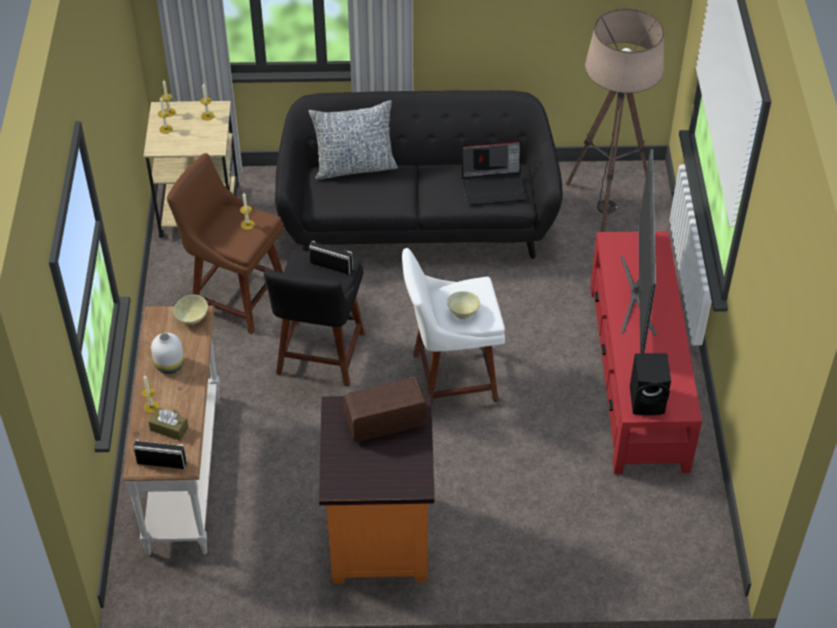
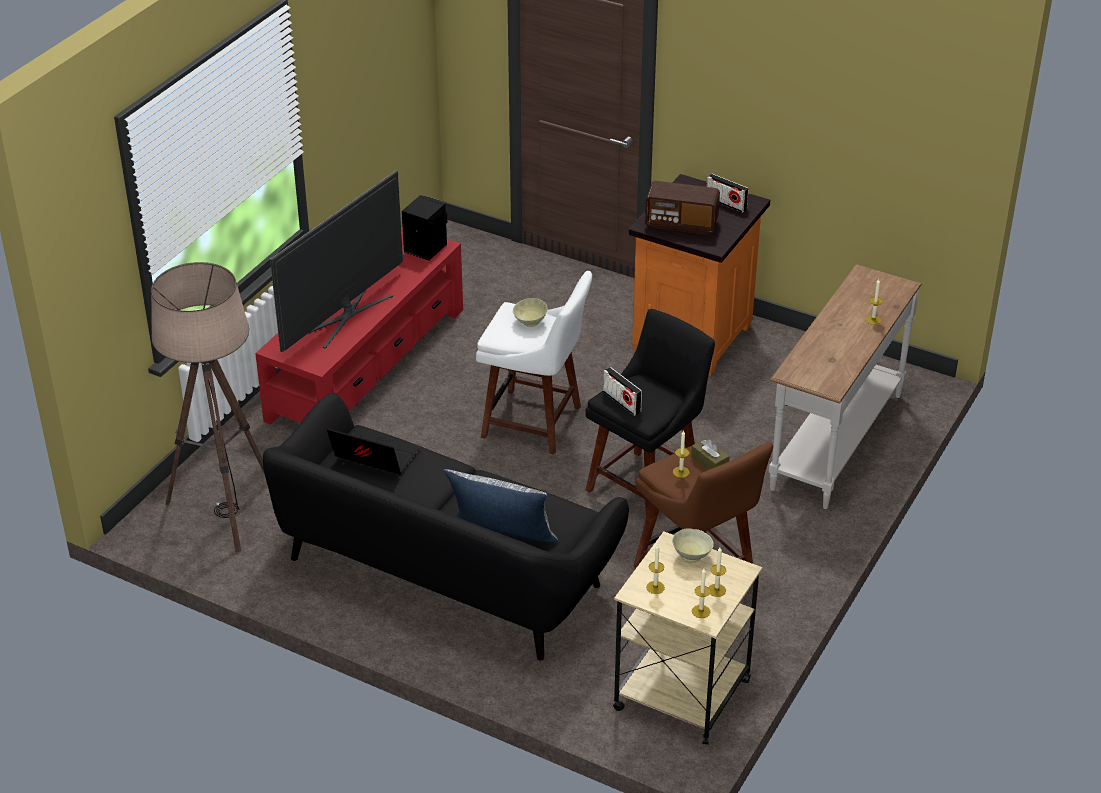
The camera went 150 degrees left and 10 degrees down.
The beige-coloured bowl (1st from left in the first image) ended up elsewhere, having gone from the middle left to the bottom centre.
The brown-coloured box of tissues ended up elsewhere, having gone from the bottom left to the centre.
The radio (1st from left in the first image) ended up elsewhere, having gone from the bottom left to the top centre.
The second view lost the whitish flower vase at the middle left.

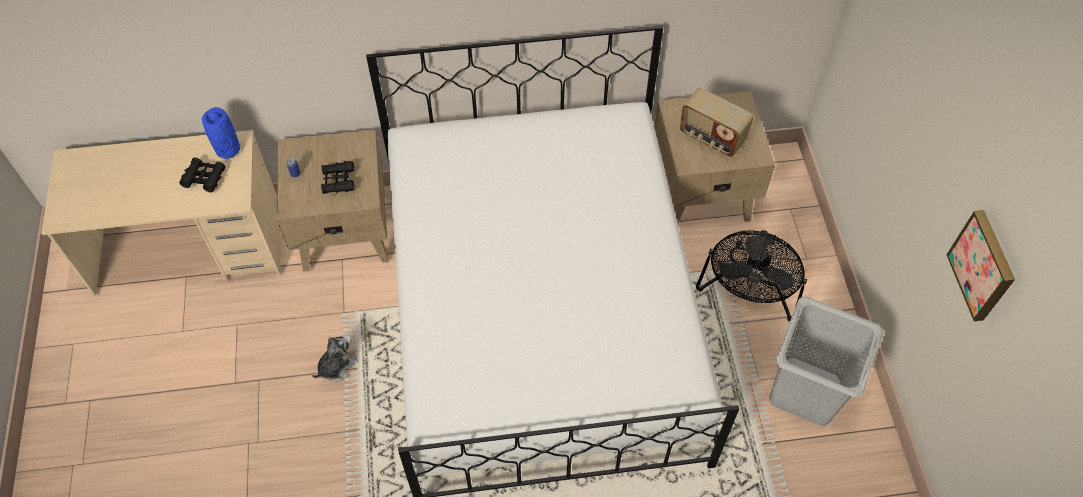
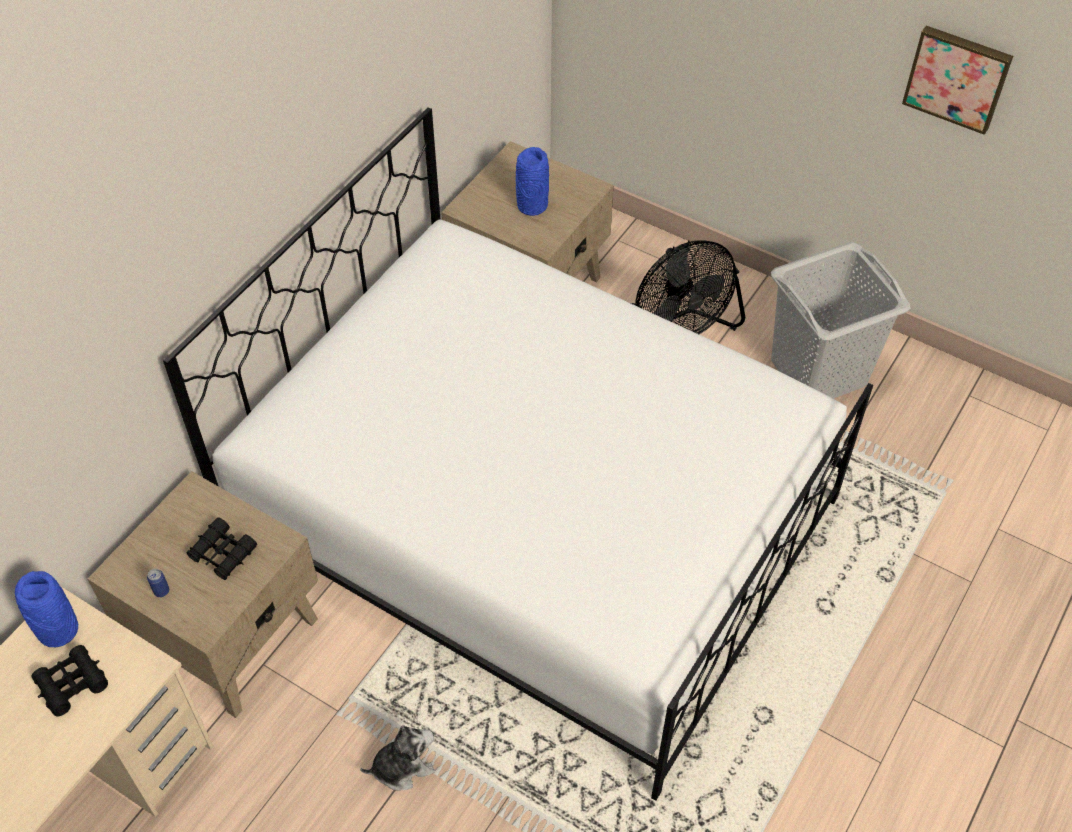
The camera went 50 degrees left and 5 degrees down.
The plush toy at the bottom left ended up facing another way, 75 degrees clockwise from before.
Where the radio stood at the top centre, the blue flower vase (2nd from left) came to stand at the top centre.

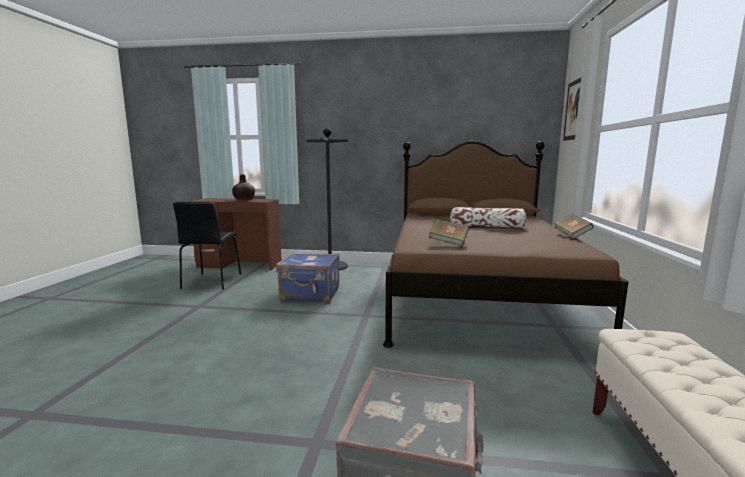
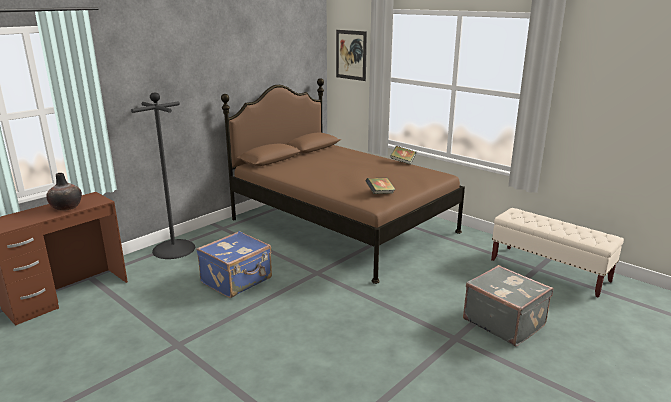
The camera went 55 degrees left and 10 degrees up.
The second view lost the black plain chair at the middle left.
The second view lost the pillow at the centre.

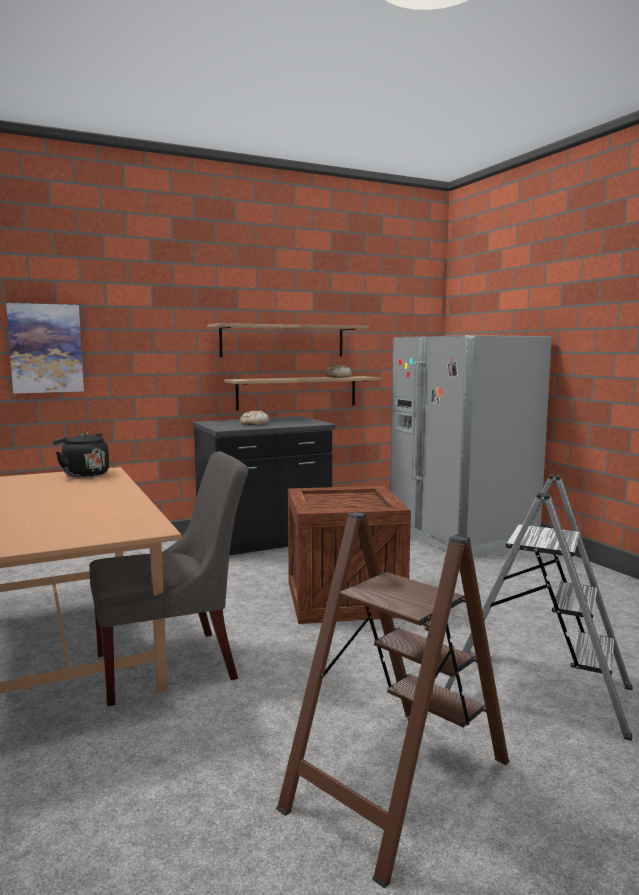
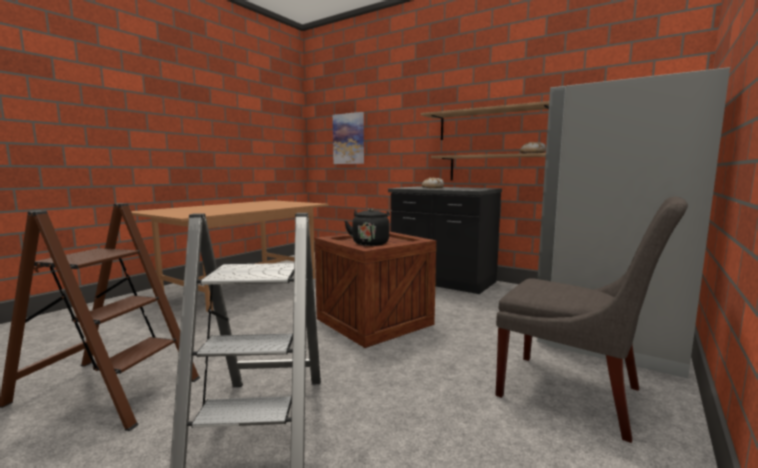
The camera went 60 degrees right and 0 degrees up.
The black tea kettle ended up elsewhere, having gone from the middle left to the centre.
The grey plain chair ended up elsewhere, having gone from the middle left to the bottom right.

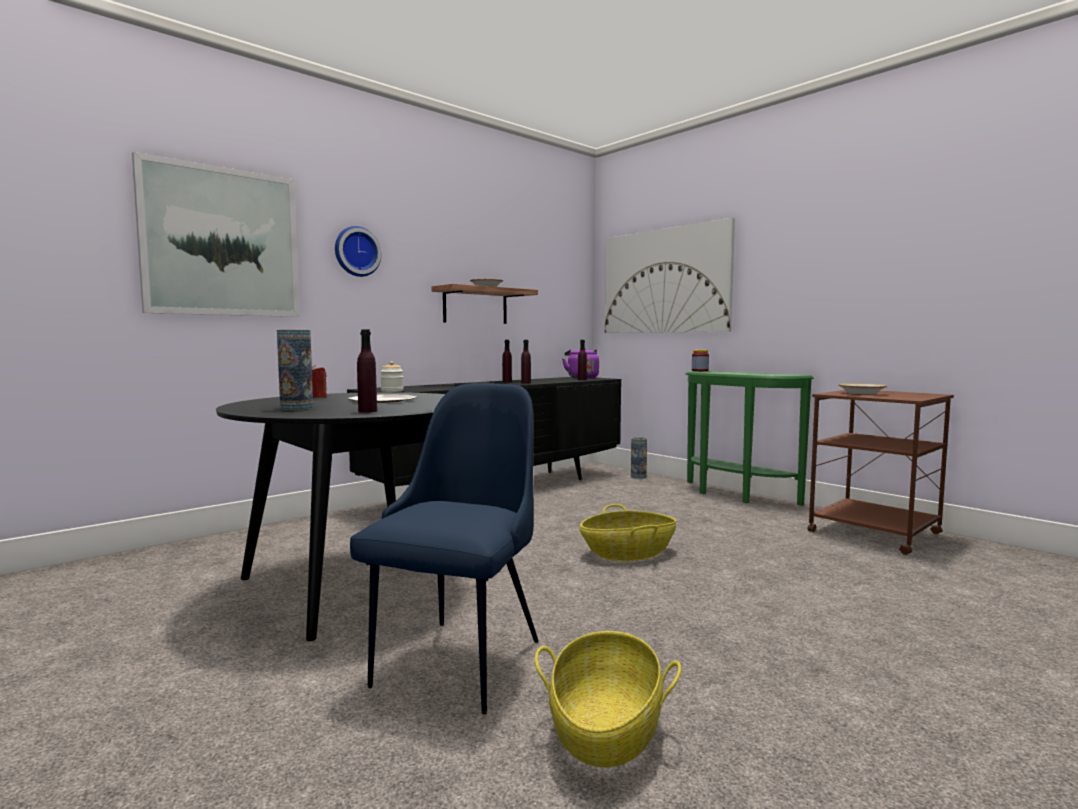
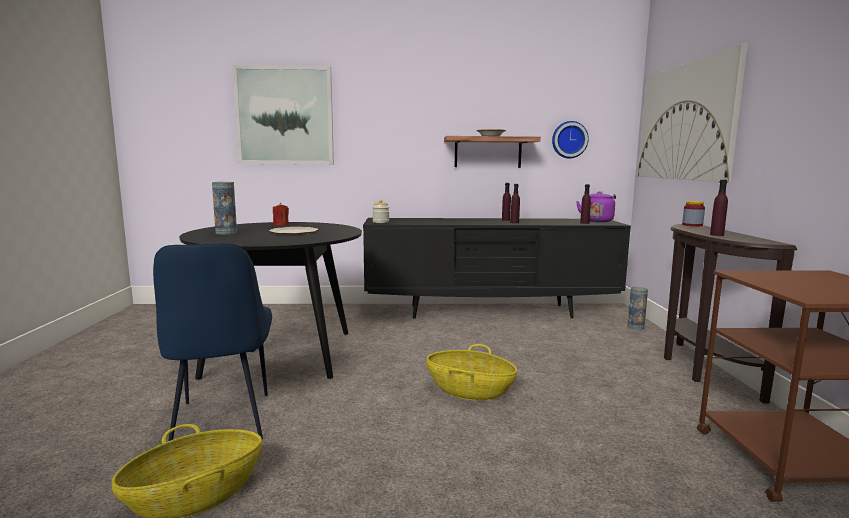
The camera went 40 degrees right and 5 degrees up.
The blue plain chair at the bottom centre ended up facing another way, 105 degrees clockwise from before.
The wall clock ended up elsewhere, having gone from the top left to the top right.
What was the green-coloured console table at the middle right turned into the brown-coloured console table at the middle right.
The purple-coloured drink bottle (1st from left in the first image) ended up elsewhere, having gone from the centre to the middle right.
The second view lost the bowl (2nd from left) at the middle right.

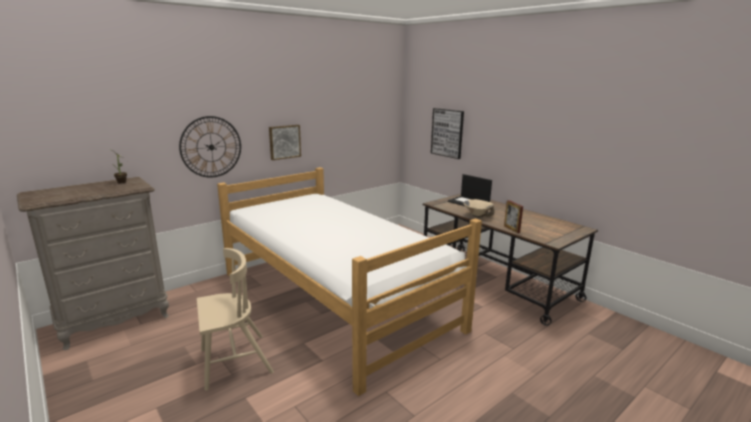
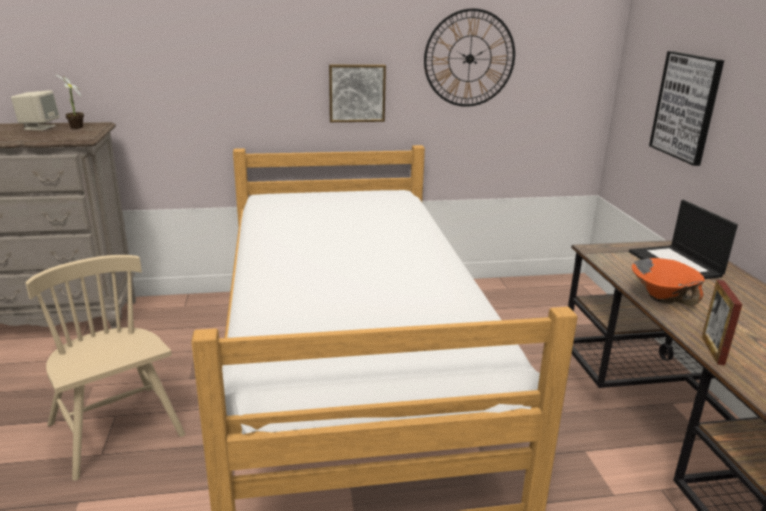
The camera went 30 degrees right and 5 degrees up.
The second view gained the beige-coloured speaker at the top left.
The beige-coloured plain chair at the bottom left ended up facing another way, 135 degrees counterclockwise from before.
The wall clock ended up elsewhere, having gone from the middle left to the top centre.
What was the beige-coloured bowl at the centre turned into the orange-coloured bowl at the middle right.

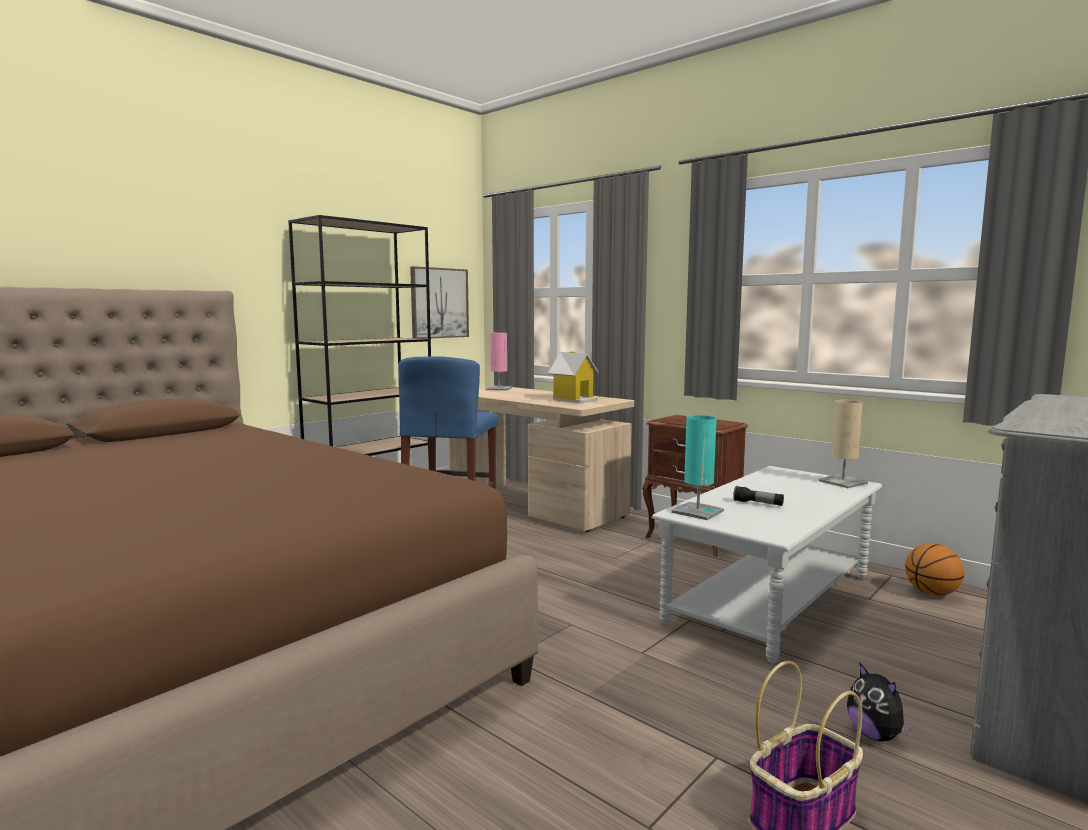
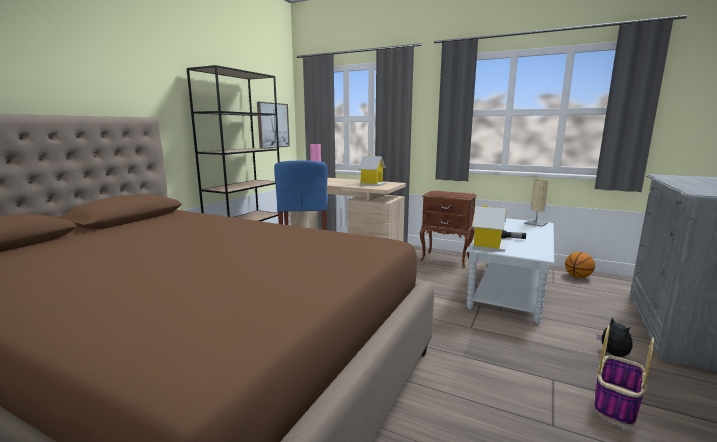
The camera went 15 degrees left and 5 degrees up.
Where the blue-green table lamp stood at the centre, the miniature house (2nd from left) came to stand at the middle right.
The plush toy at the bottom right ended up facing another way, 150 degrees counterclockwise from before.

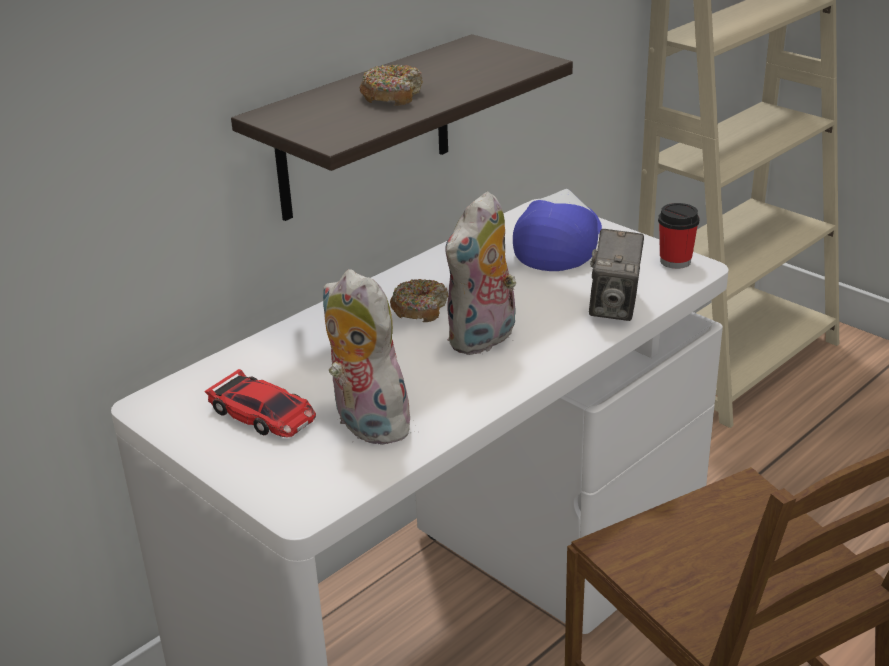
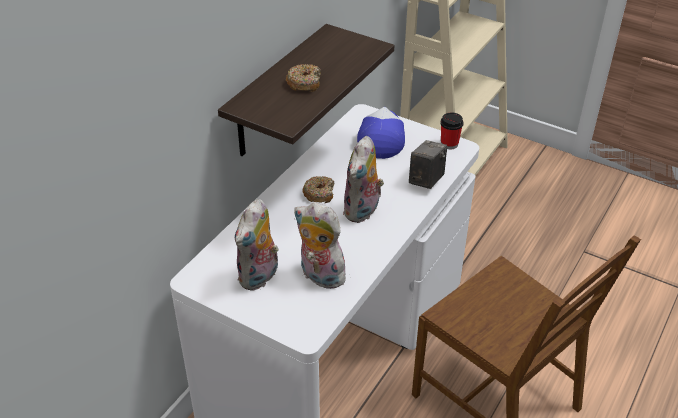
The camera went 15 degrees left and 10 degrees up.
Where the toy car stood at the middle left, the plush toy (1st from left) came to stand at the centre.
The photo camera at the middle right ended up facing another way, 150 degrees counterclockwise from before.

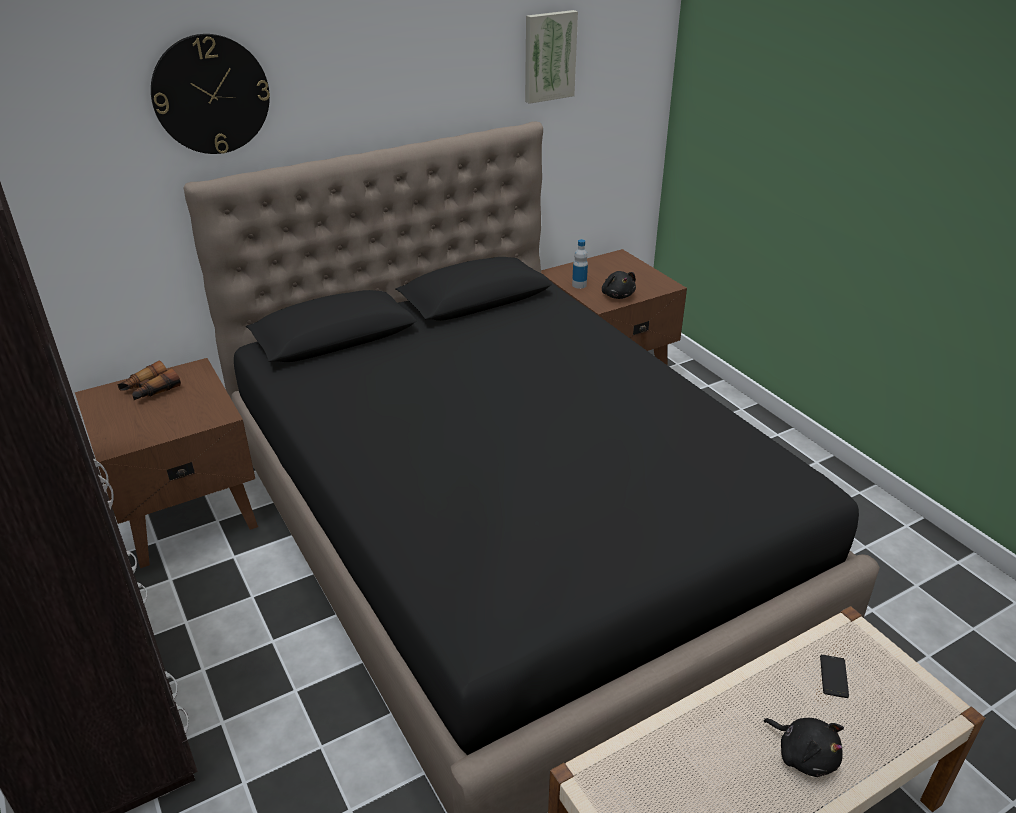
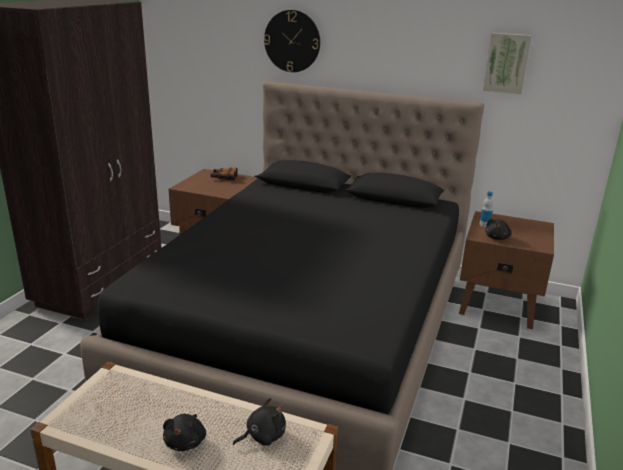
The camera went 50 degrees right and 10 degrees down.
Where the phone stood at the bottom right, the black plush toy (2nd from left) came to stand at the bottom centre.

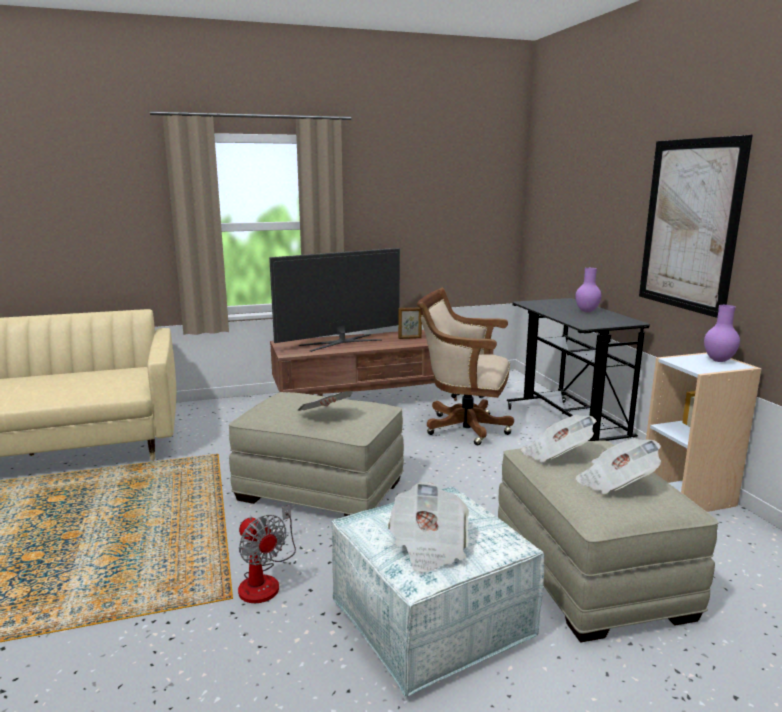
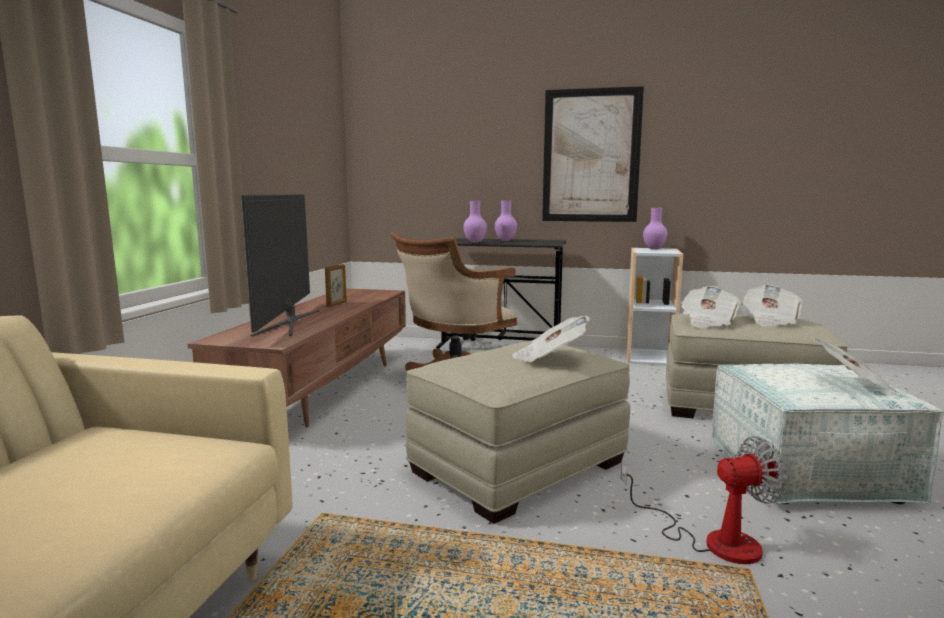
The camera went 60 degrees left and 5 degrees down.
The second view gained the purple-coloured flower vase (1st from left) at the centre.

